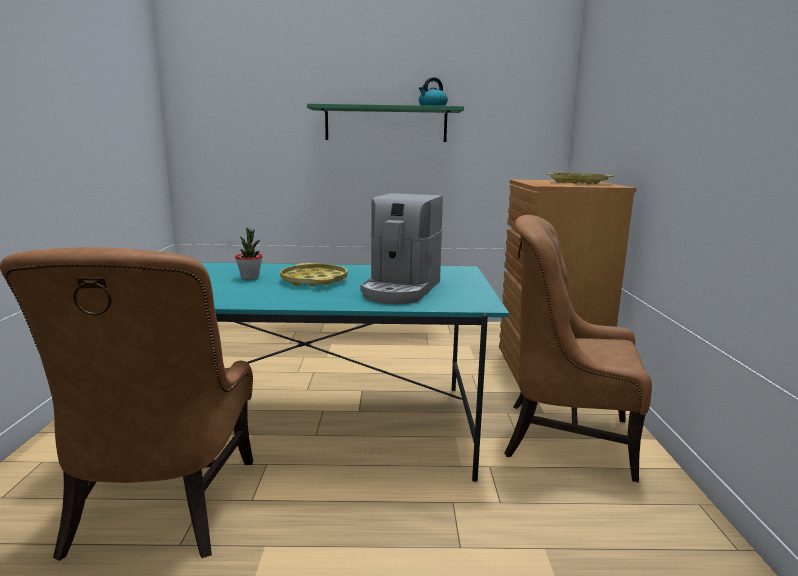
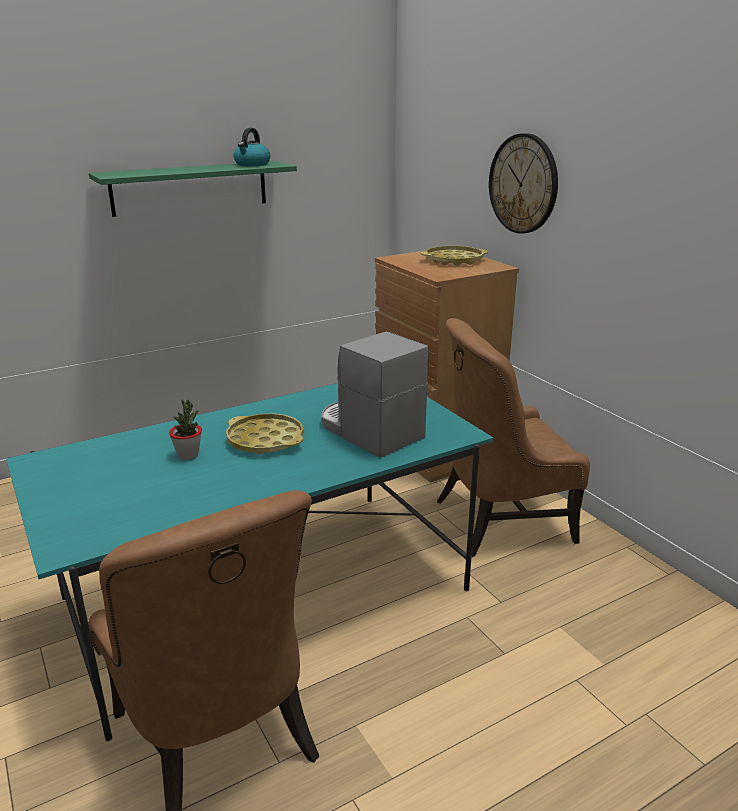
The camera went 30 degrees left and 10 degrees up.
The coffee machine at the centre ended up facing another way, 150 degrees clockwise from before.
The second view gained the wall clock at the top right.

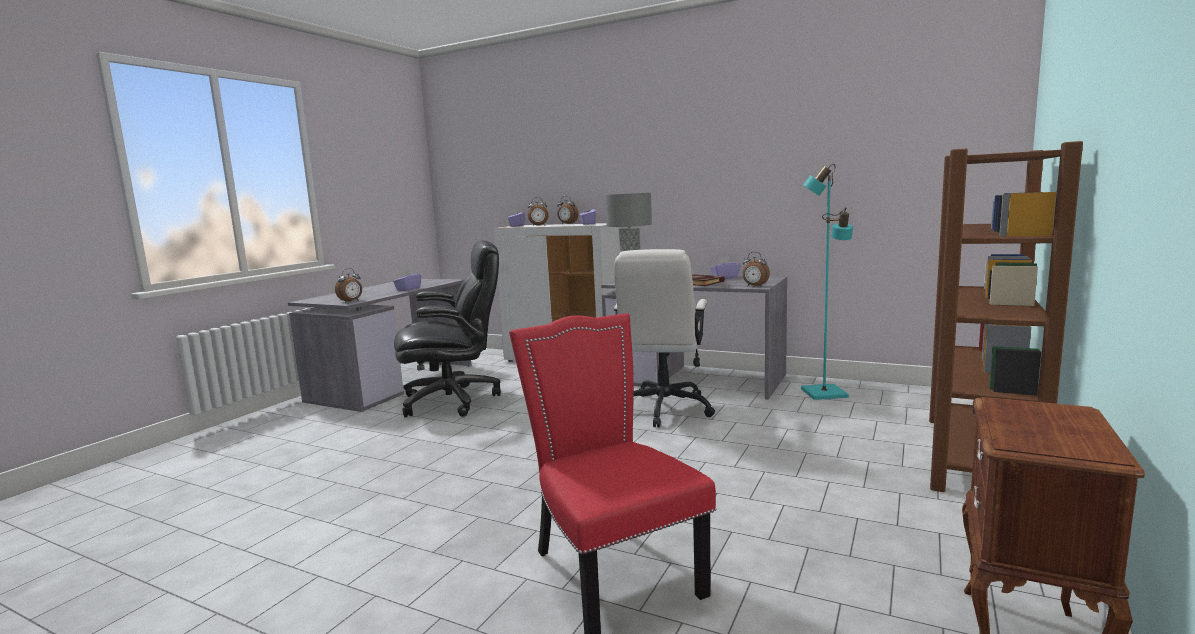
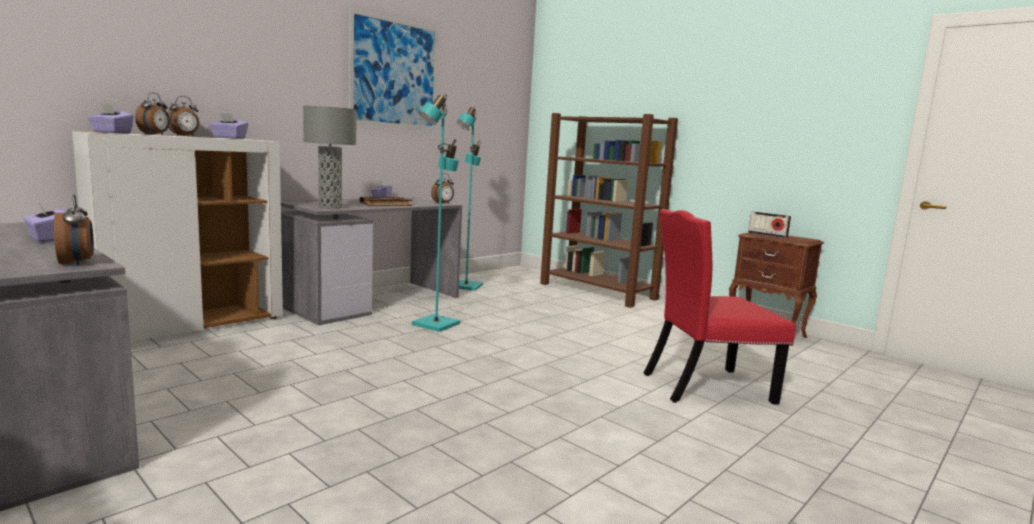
The camera went 75 degrees left and 0 degrees up.
The second view gained the picture at the top centre.
Where the whitish office chair stood at the centre, the blue-green floor lamp (1st from left) came to stand at the centre.
The second view gained the radio at the middle right.
The second view lost the black office chair at the centre.

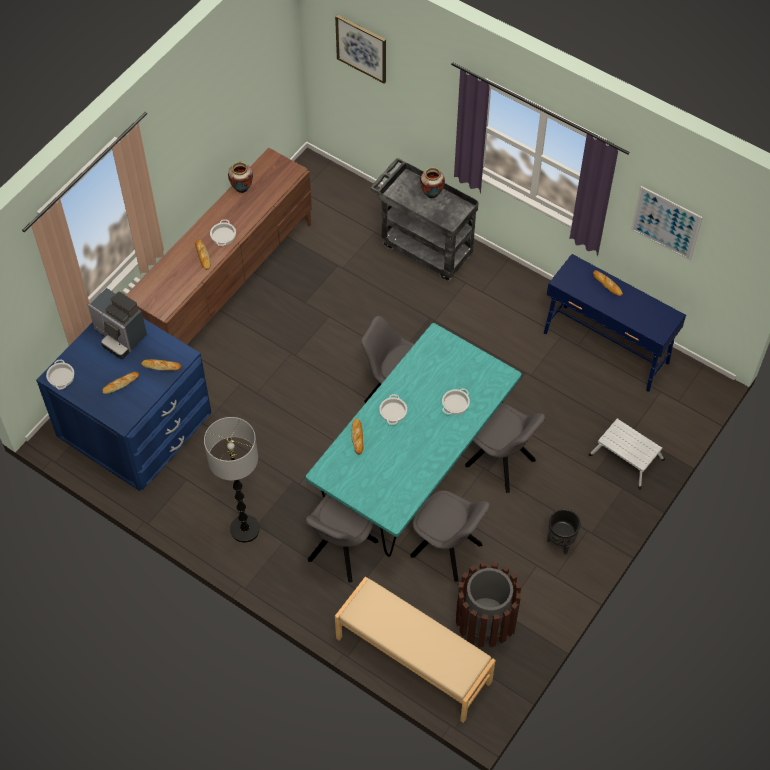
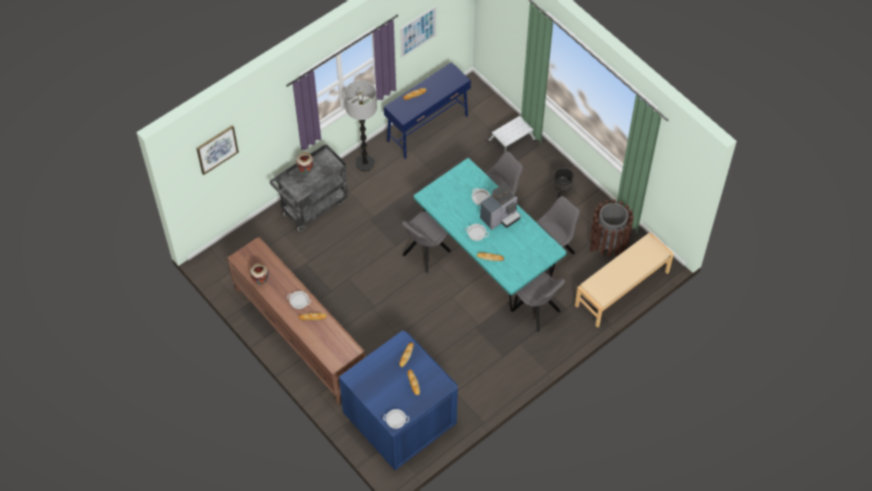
The camera went 75 degrees left and 0 degrees up.
The floor lamp ended up elsewhere, having gone from the middle left to the top centre.
The coffee machine ended up elsewhere, having gone from the middle left to the centre.

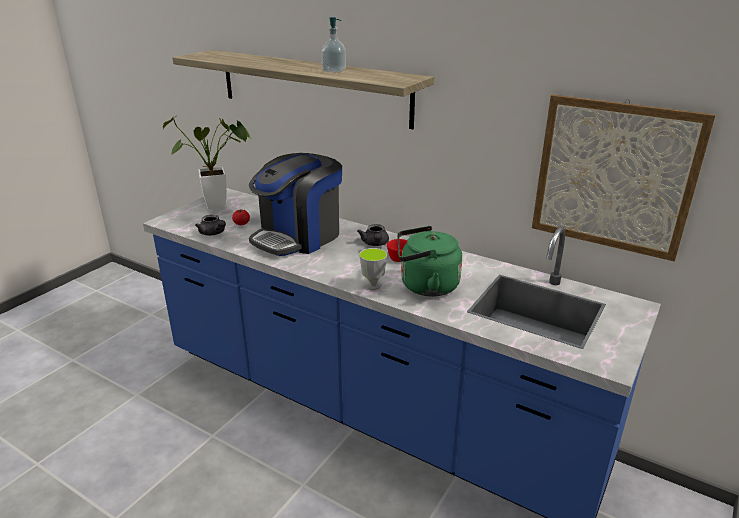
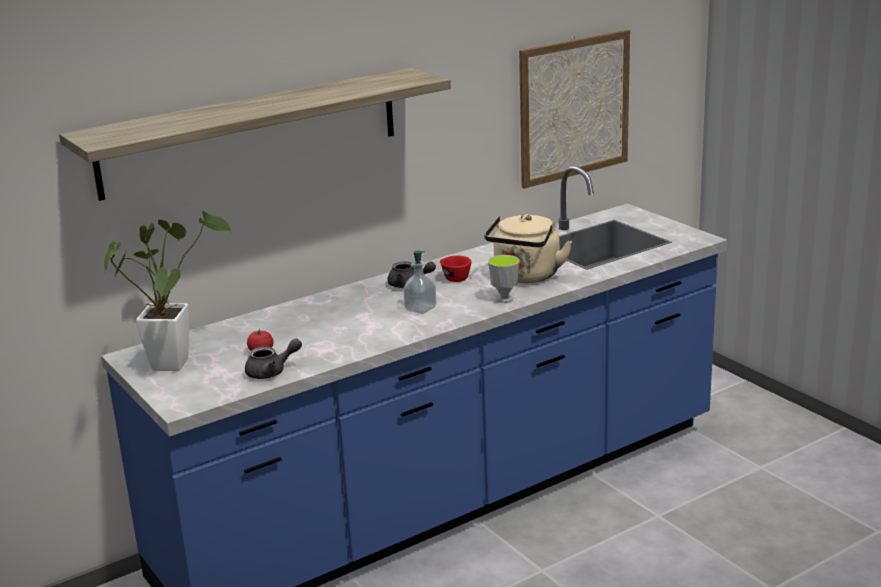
The camera went 65 degrees left and 5 degrees down.
The liquid soap bottle ended up elsewhere, having gone from the top centre to the centre.
What was the green-coloured tea kettle at the centre turned into the beige-coloured tea kettle at the centre.
The second view lost the coffee machine at the centre.

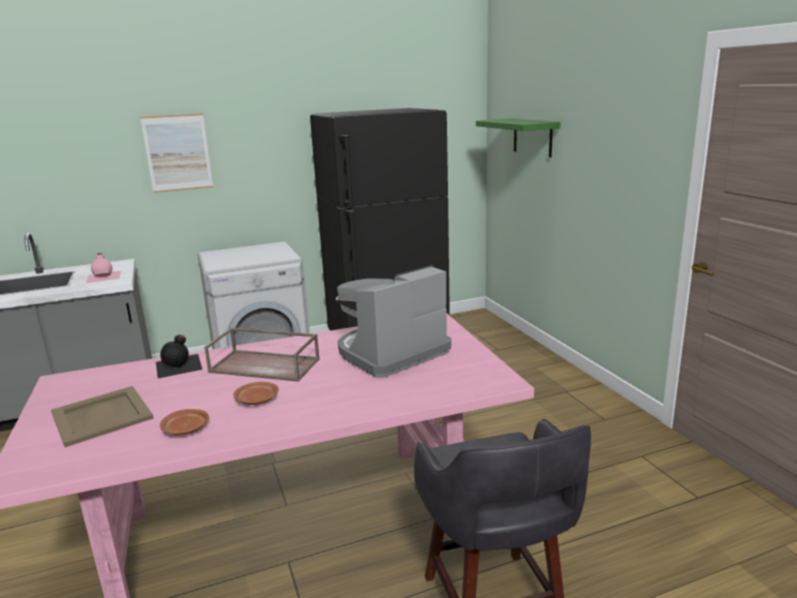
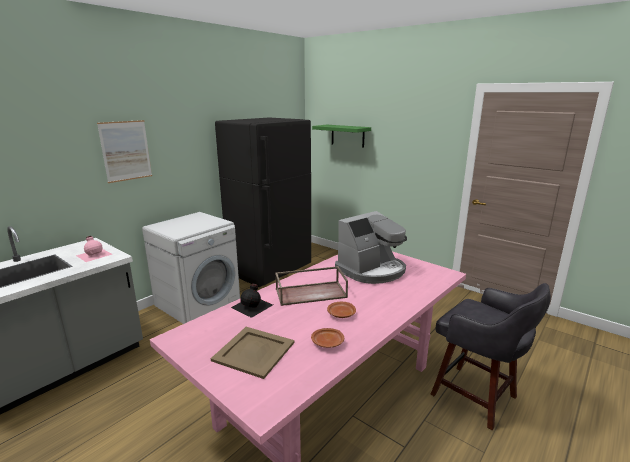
The camera went 30 degrees left and 0 degrees up.
The coffee machine at the centre ended up facing another way, 150 degrees counterclockwise from before.

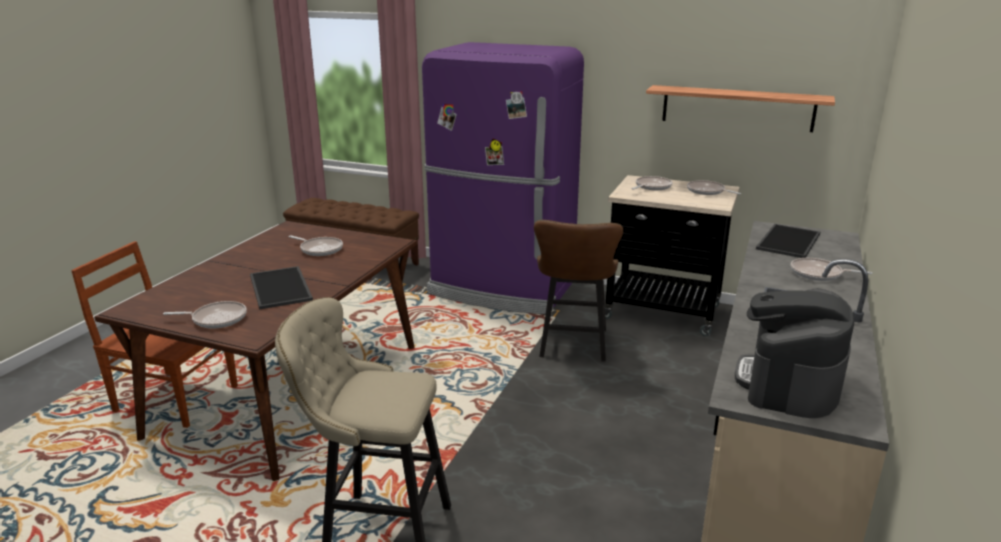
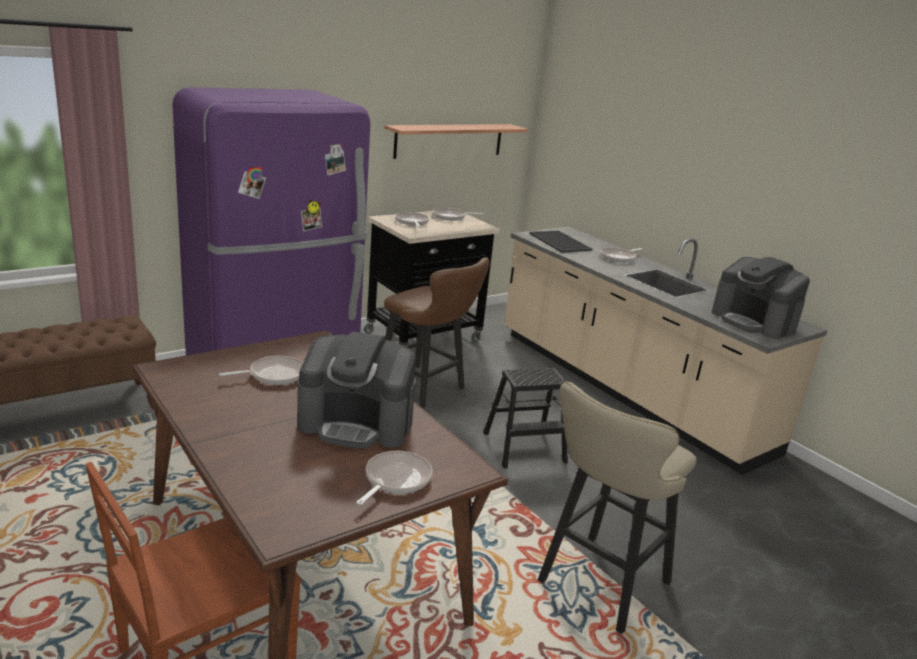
The camera went 60 degrees left and 0 degrees up.
Where the carrying tray (1st from left) stood at the middle left, the coffee machine (1st from left) came to stand at the centre.
The second view gained the black step ladder at the centre.

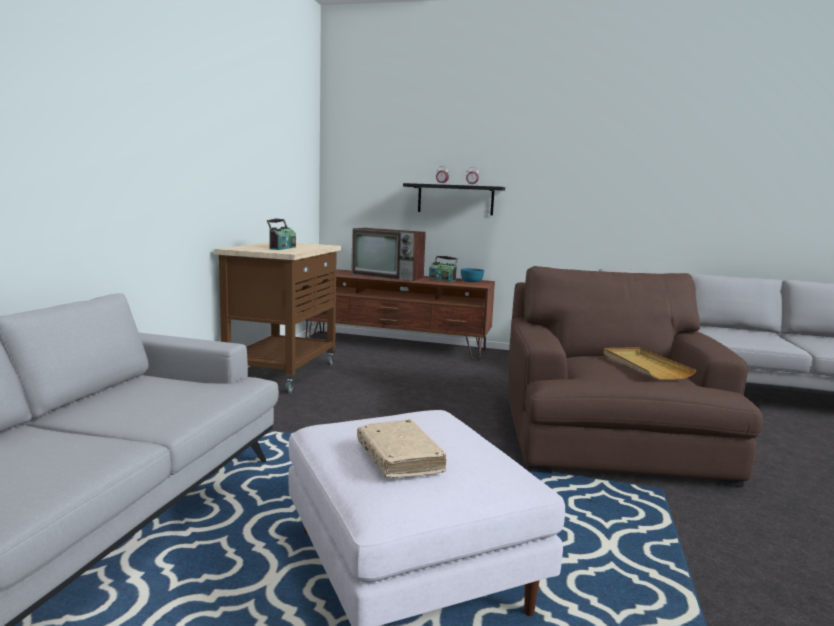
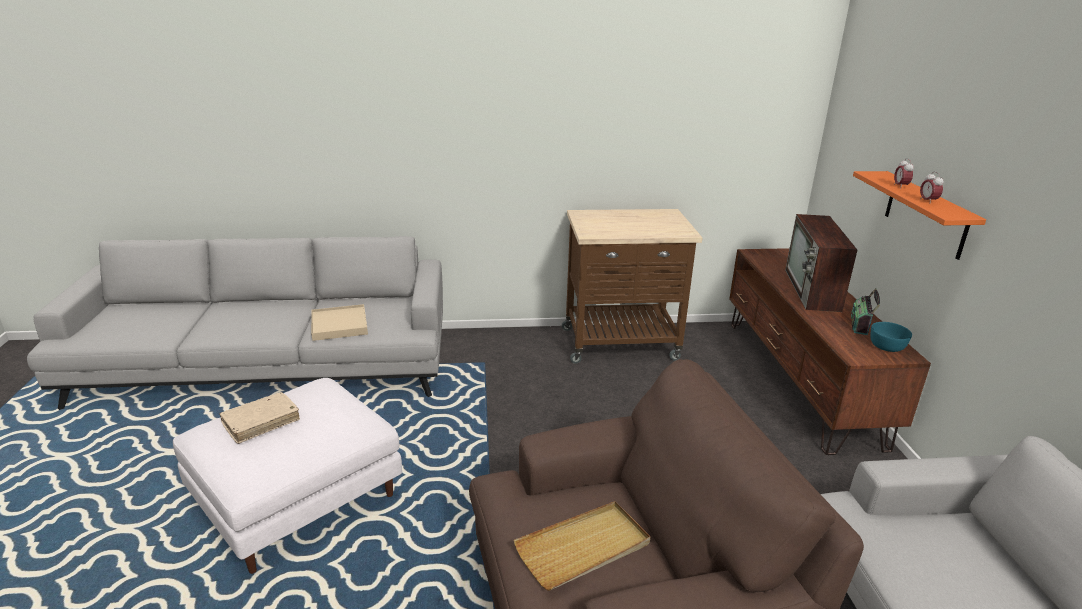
The camera went 70 degrees right and 15 degrees up.
The second view gained the beige-coloured carrying tray (1st from left) at the middle left.
What was the black bracket shelf at the top centre turned into the orange-coloured bracket shelf at the middle right.
The second view lost the radio (1st from left) at the centre.

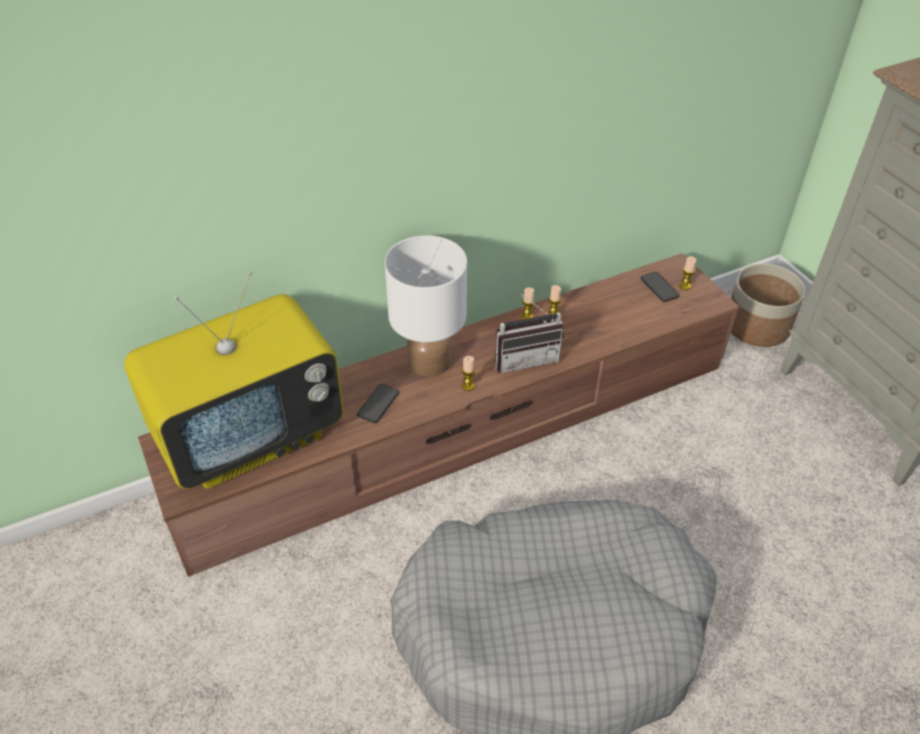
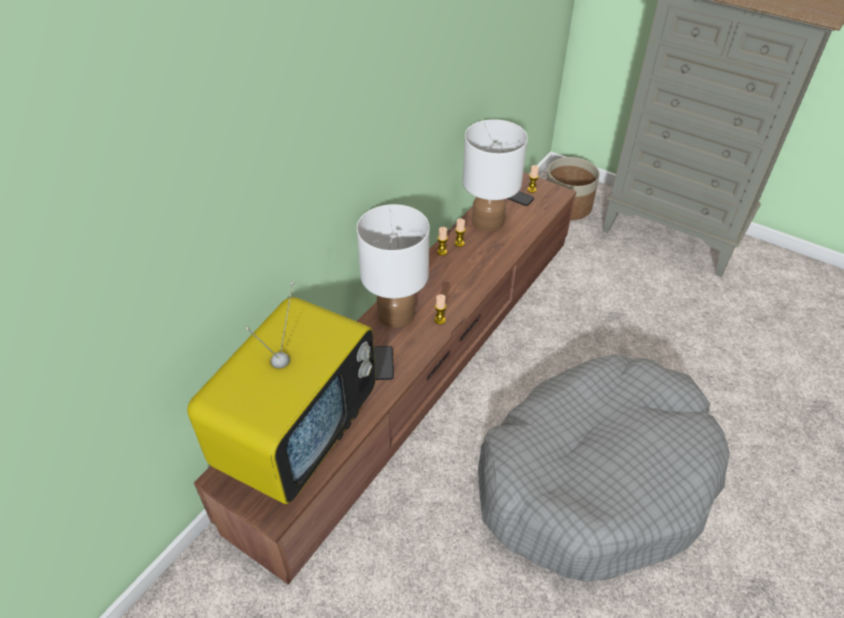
The camera went 30 degrees left and 0 degrees up.
The second view gained the whitish table lamp (2nd from left) at the top centre.
The second view lost the radio at the centre.

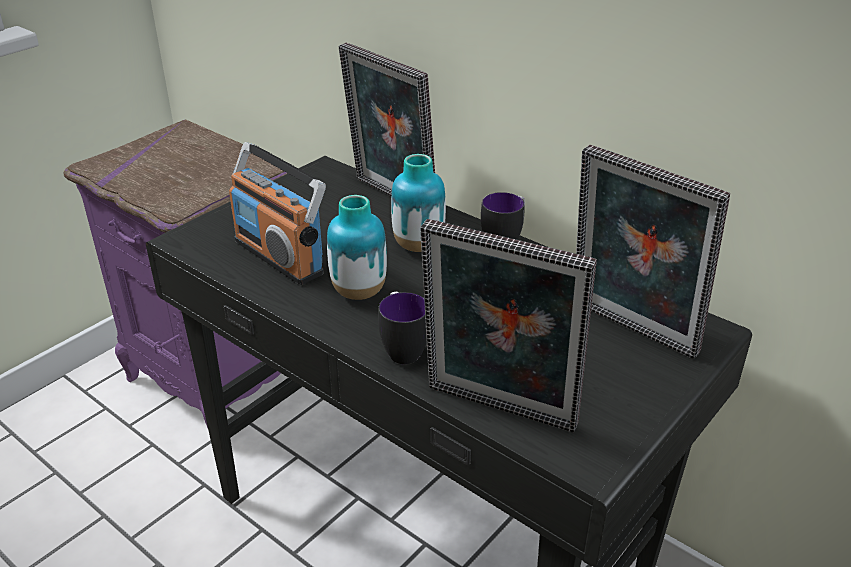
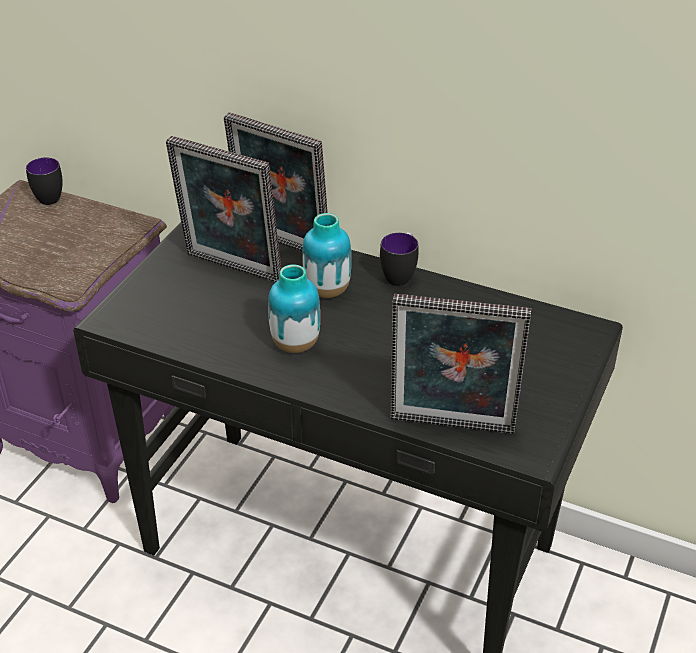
The camera went 15 degrees left and 5 degrees up.
The tea mug (1st from left) ended up elsewhere, having gone from the centre to the top left.
The standing frame (3rd from left in the first image) ended up elsewhere, having gone from the middle right to the top left.
The second view lost the radio at the middle left.

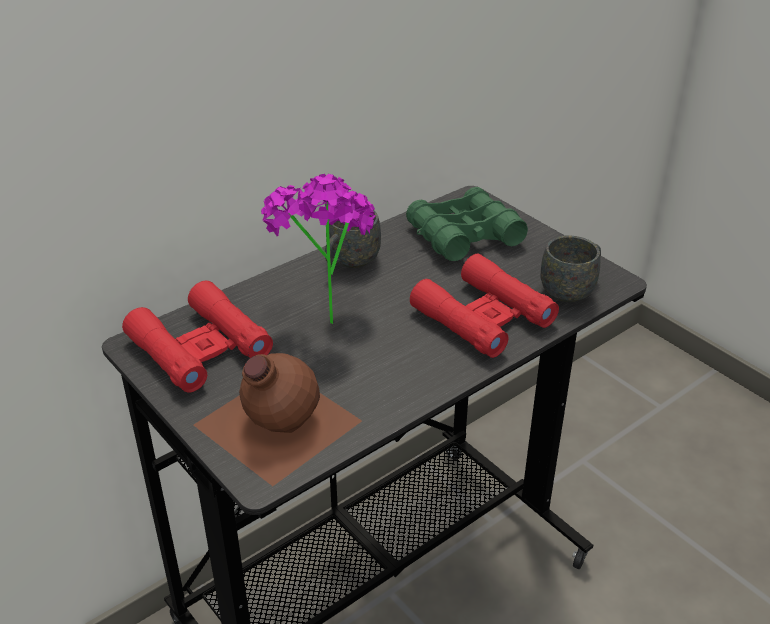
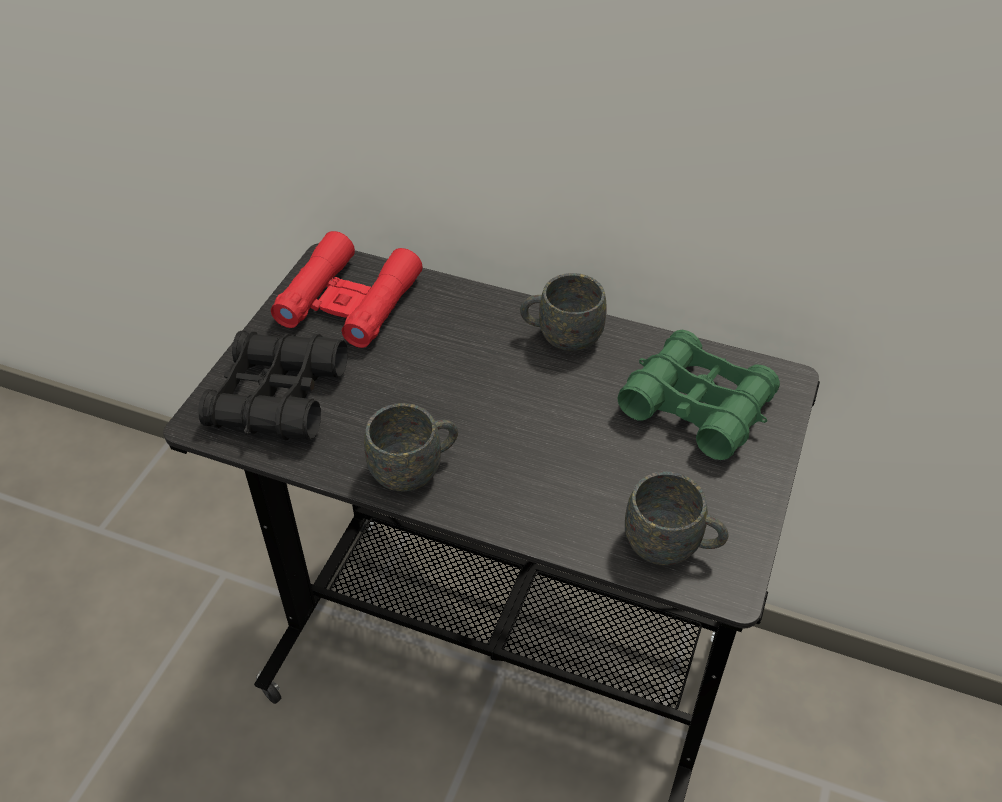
The camera went 60 degrees right and 10 degrees up.
Where the brown-coloured drink bottle stood at the bottom centre, the black binoculars came to stand at the middle left.
The second view gained the grey tea mug (1st from left) at the centre.
The second view lost the plant in a pot at the centre.
The second view lost the red binoculars (2nd from left) at the centre.

